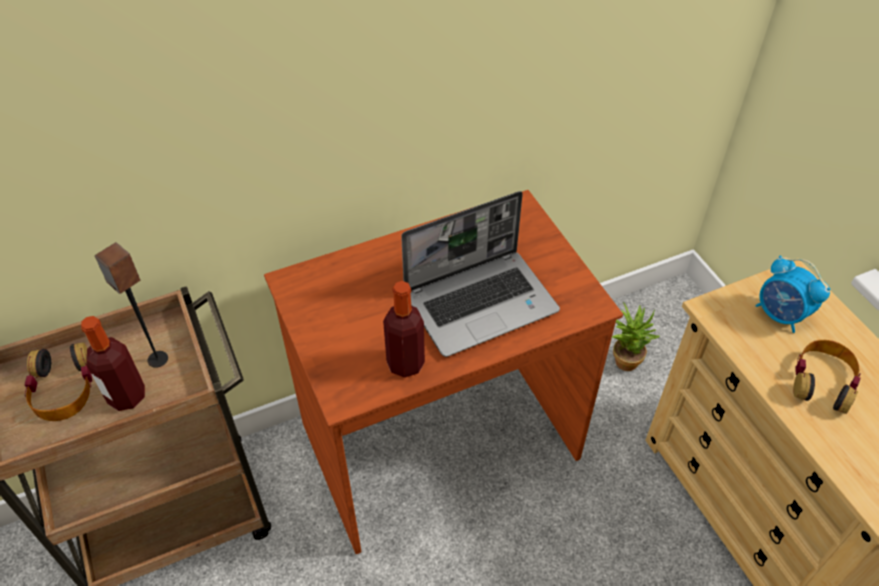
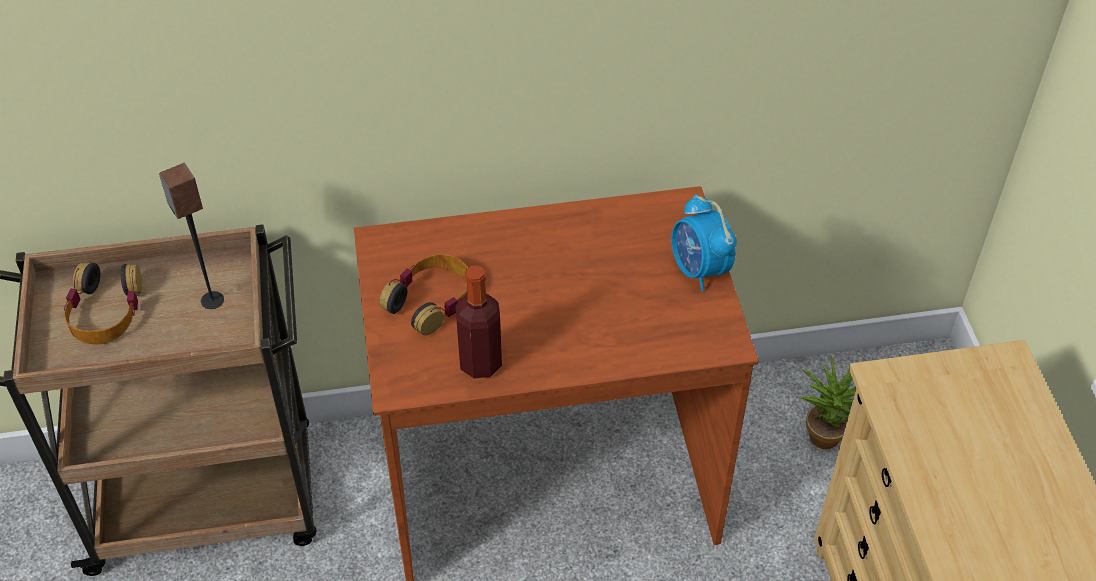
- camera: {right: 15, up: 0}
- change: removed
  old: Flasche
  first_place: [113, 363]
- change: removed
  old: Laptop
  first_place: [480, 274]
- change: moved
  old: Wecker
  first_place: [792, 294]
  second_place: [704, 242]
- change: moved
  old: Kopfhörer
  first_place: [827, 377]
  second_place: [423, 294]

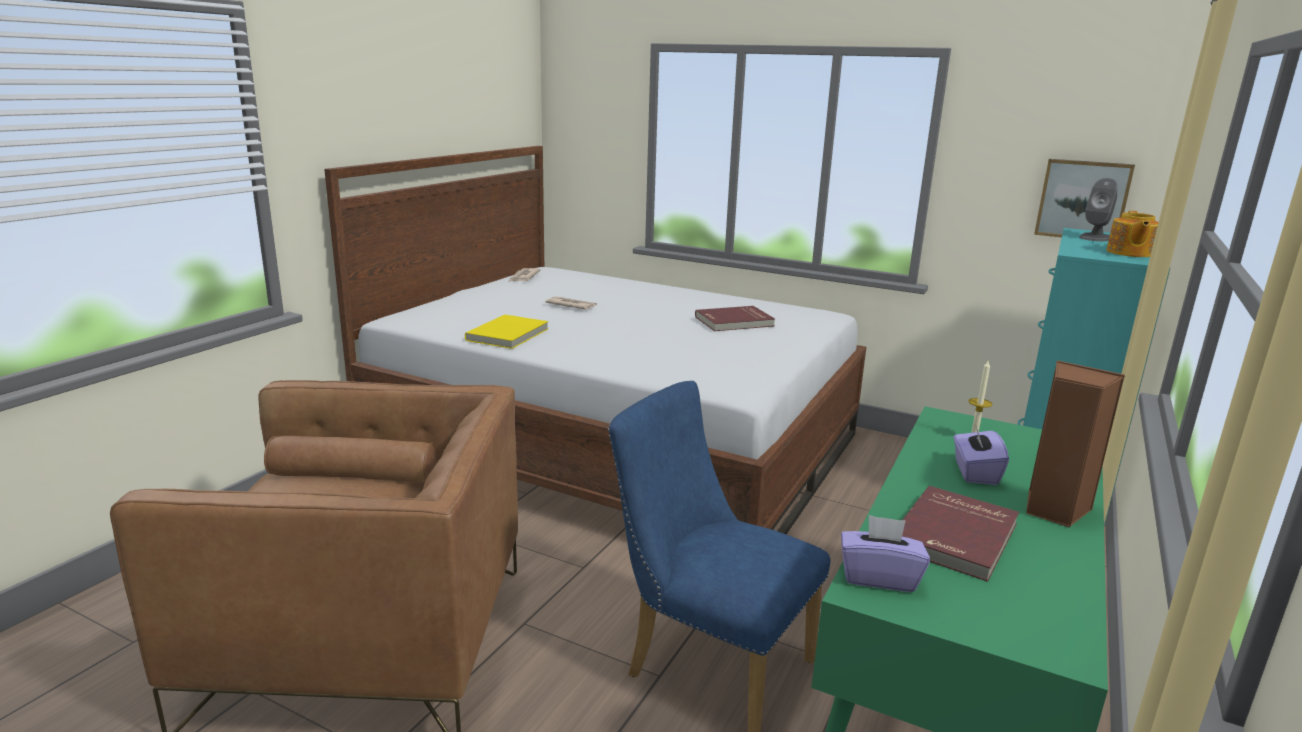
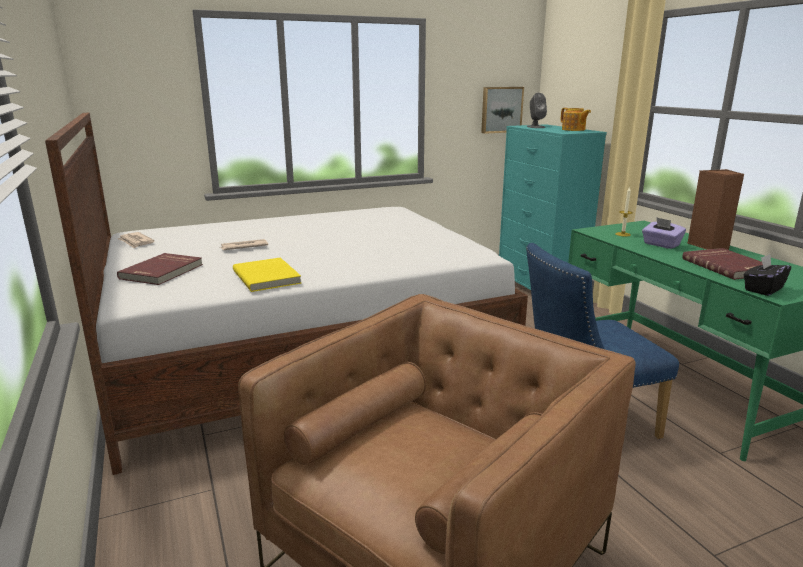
- camera: {right: -50, up: 0}
- change: moved
  old: Buch [rot]
  first_place: [735, 318]
  second_place: [160, 269]
- change: recoloured
  old: Taschentuchbox [lila]
  new: Taschentuchbox [schwarz]
  first_place: [885, 553]
  second_place: [767, 275]

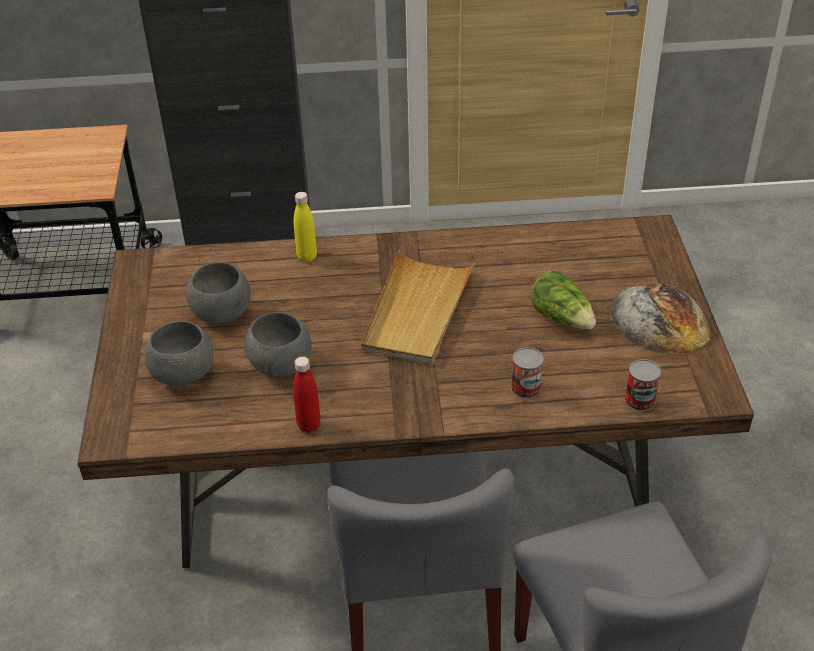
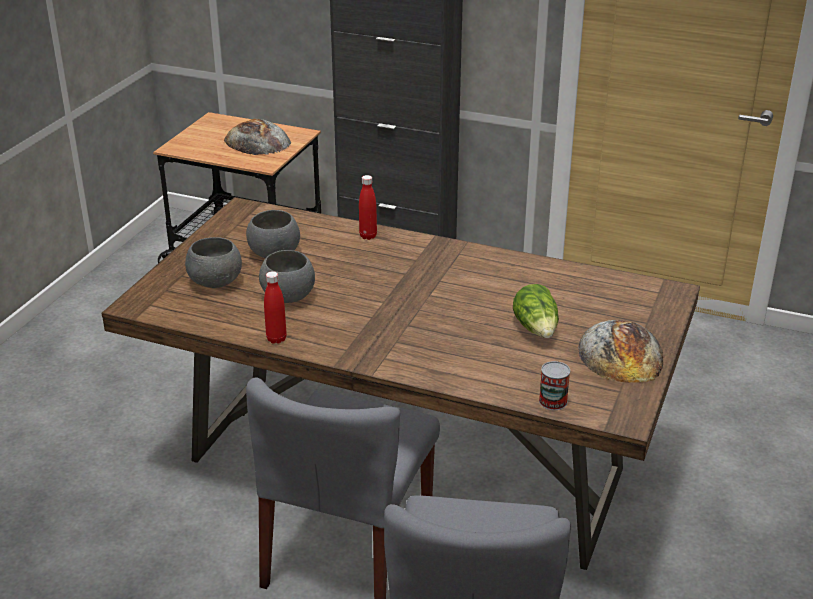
- camera: {right: 25, up: -10}
- change: recoloured
  old: Flasche [gelb]
  new: Flasche [rot]
  first_place: [305, 227]
  second_place: [368, 207]
- change: removed
  old: Tablett [beige]
  first_place: [418, 306]
- change: removed
  old: Dose
  first_place: [527, 373]
- change: added
  new: Brot
  second_place: [257, 136]

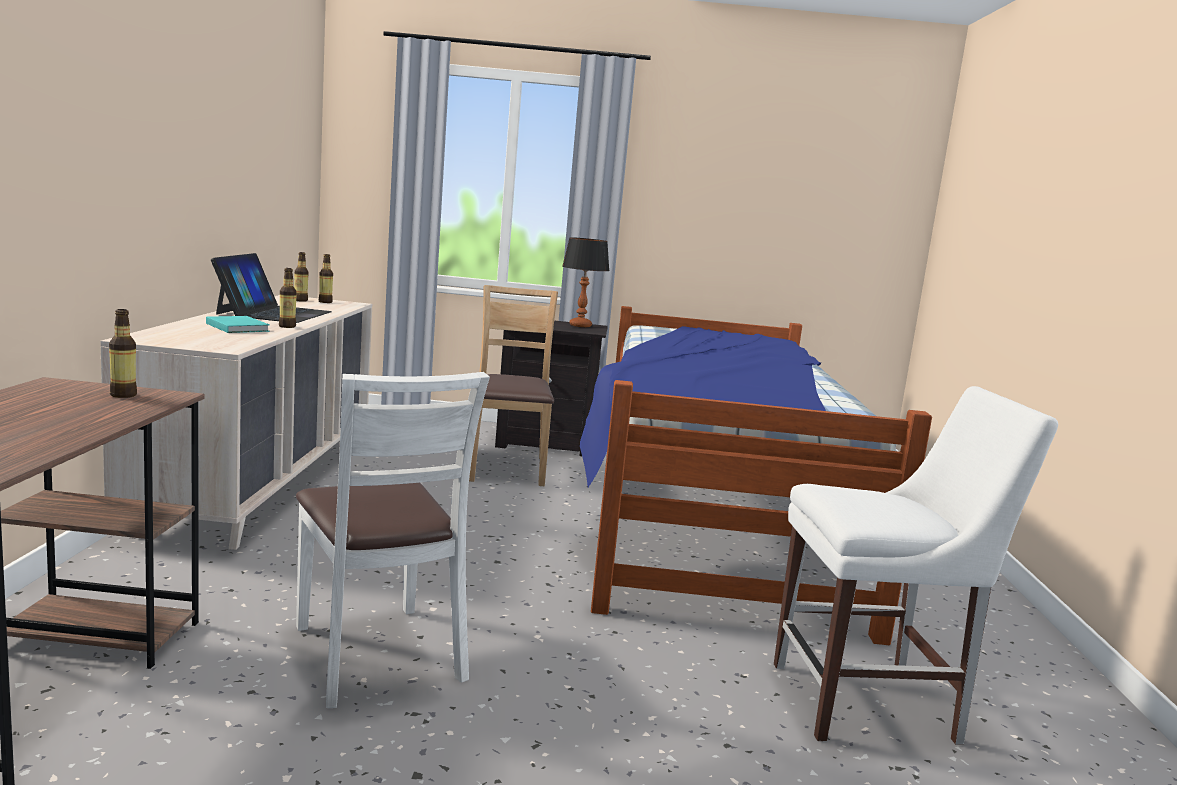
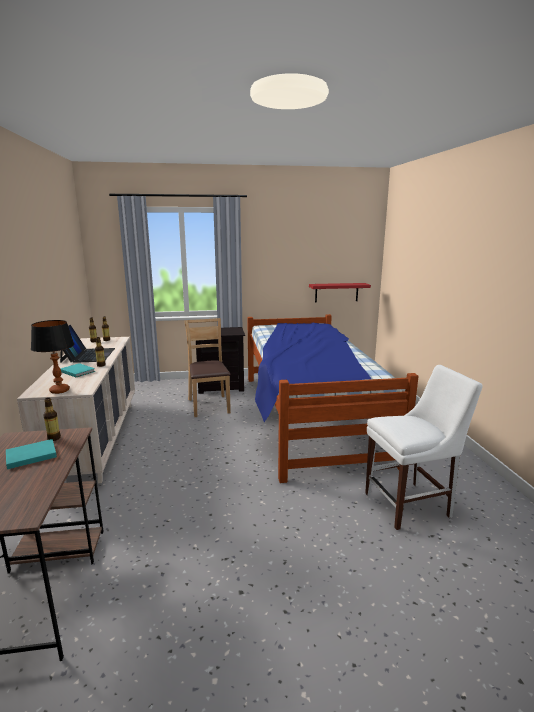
- camera: {right: -10, up: 5}
- change: removed
  old: Stuhl [weiß]
  first_place: [393, 540]
- change: moved
  old: Tischlampe
  first_place: [586, 282]
  second_place: [52, 357]
- change: added
  new: Buch [türkis]
  second_place: [31, 454]
- change: added
  new: Wandregal [rot]
  second_place: [340, 292]

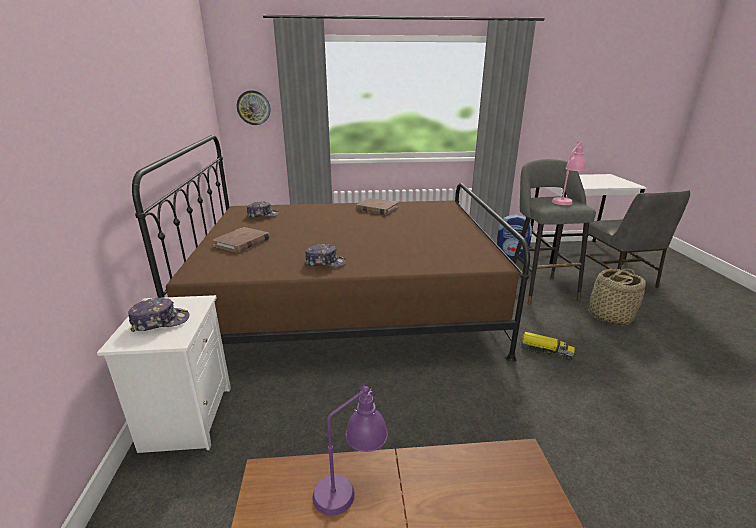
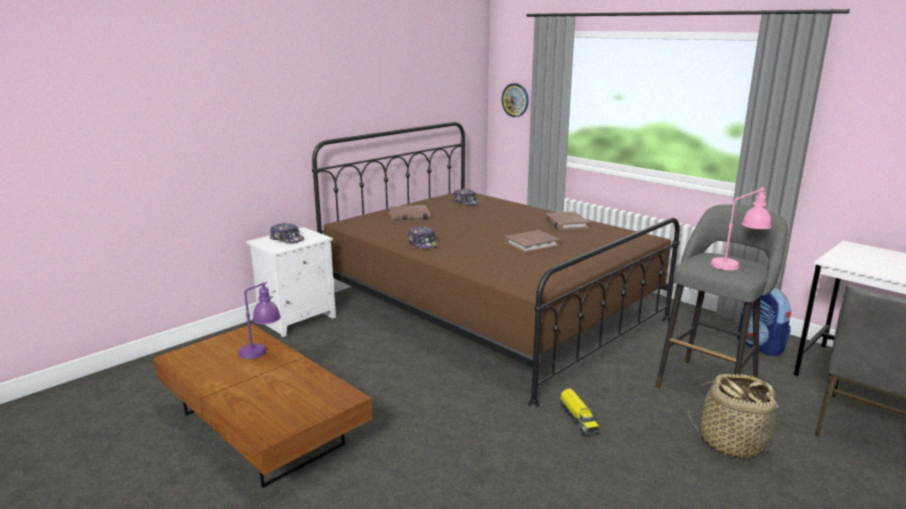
- camera: {right: 50, up: -5}
- change: added
  new: Buch [braun]
  second_place: [532, 241]

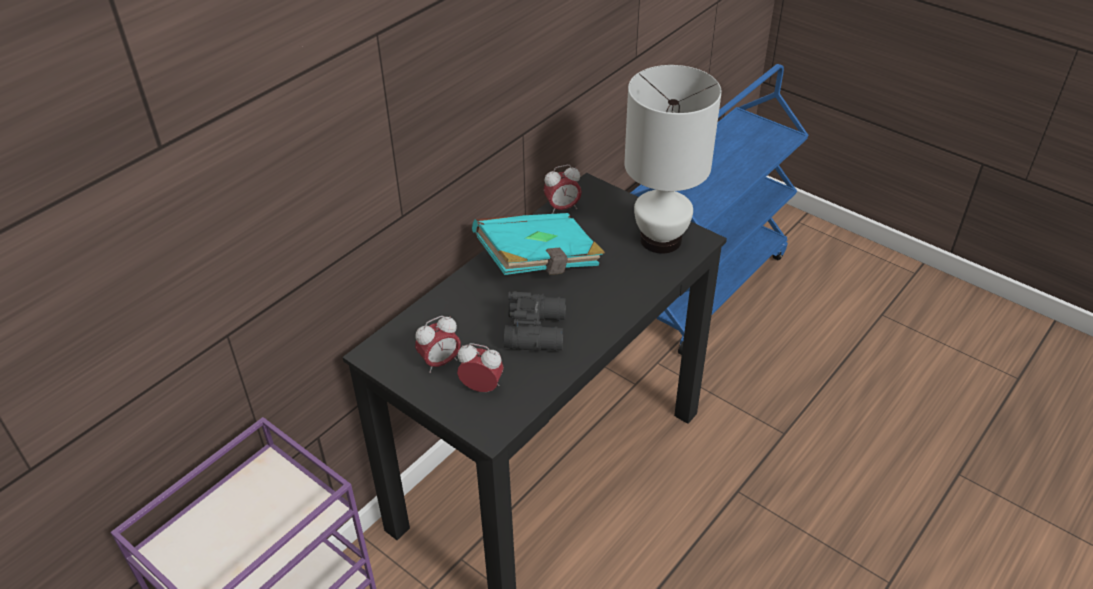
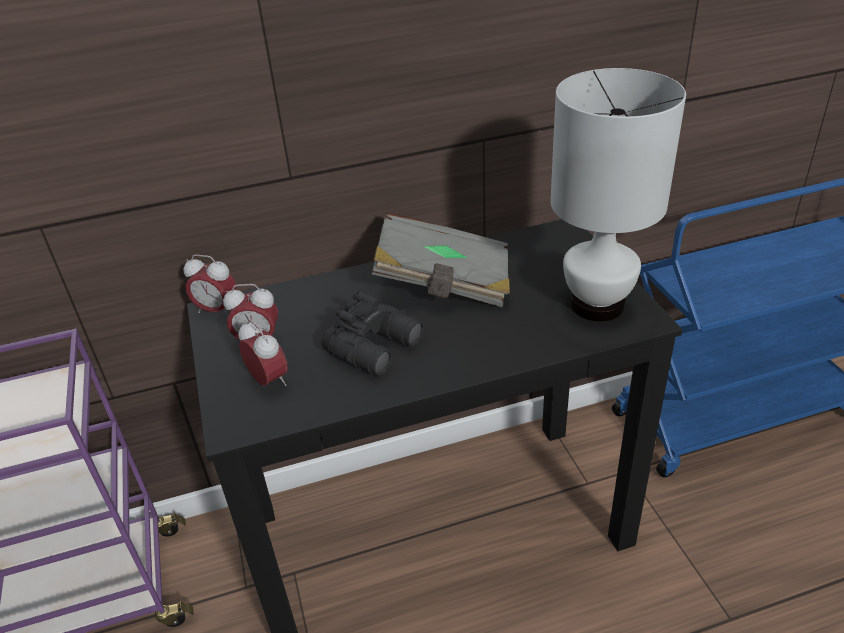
- camera: {right: 35, up: -5}
- change: recoloured
  old: Buch [türkis]
  new: Buch [grau]
  first_place: [538, 244]
  second_place: [441, 259]
- change: moved
  old: Wecker
  first_place: [563, 189]
  second_place: [210, 285]

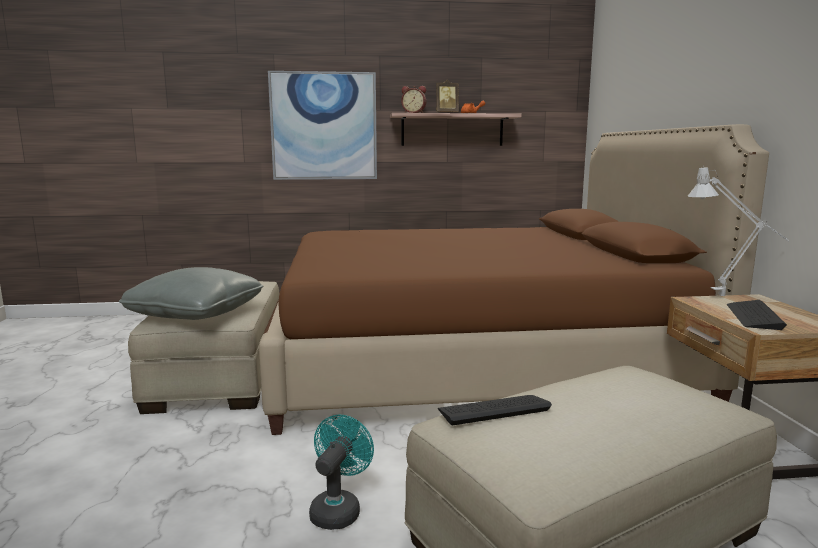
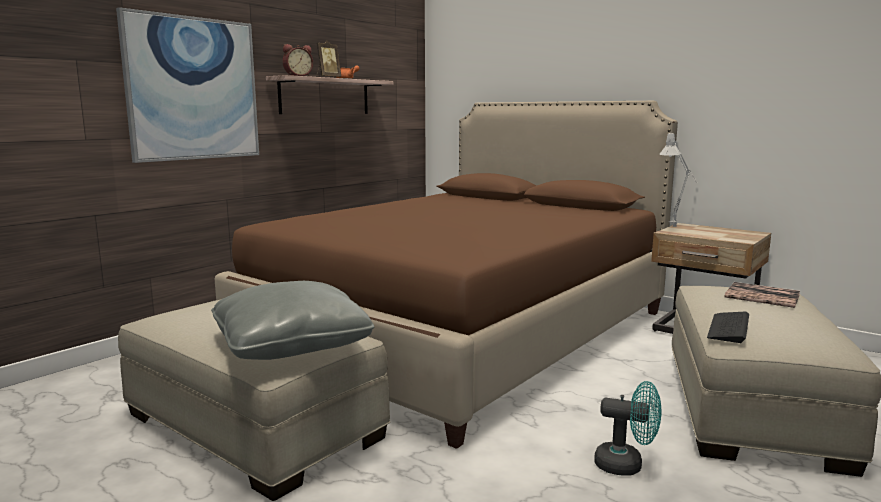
- camera: {right: -45, up: 0}
- change: turned
  old: Ventilator [türkis]
  first_place: [341, 472]
  second_place: [628, 428]
  degrees: 135
- change: removed
  old: Tastatur
  first_place: [757, 315]
- change: added
  new: Buch
  second_place: [762, 295]

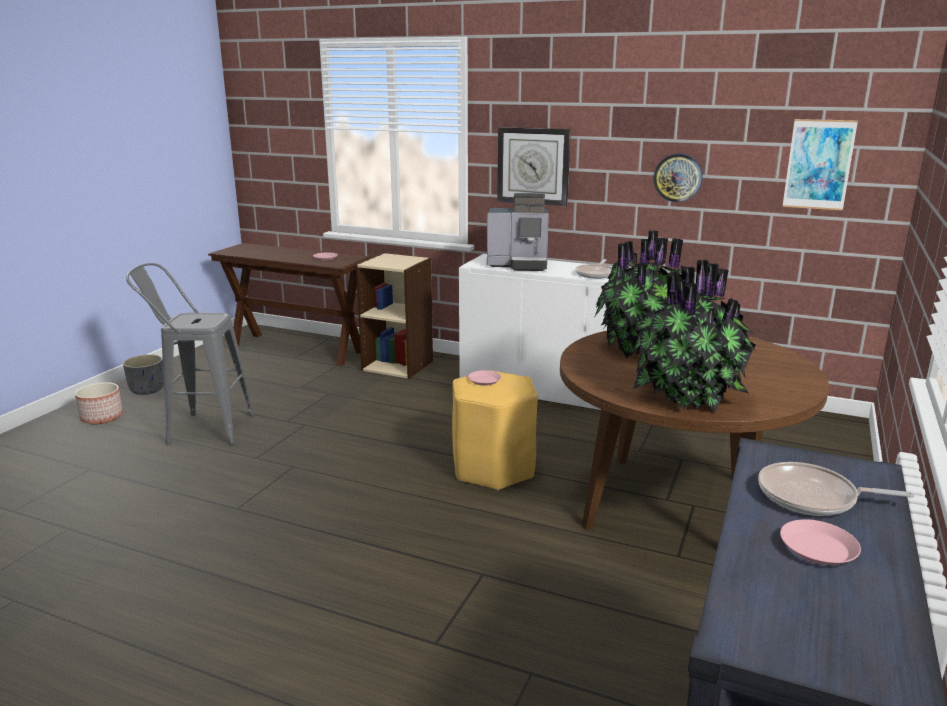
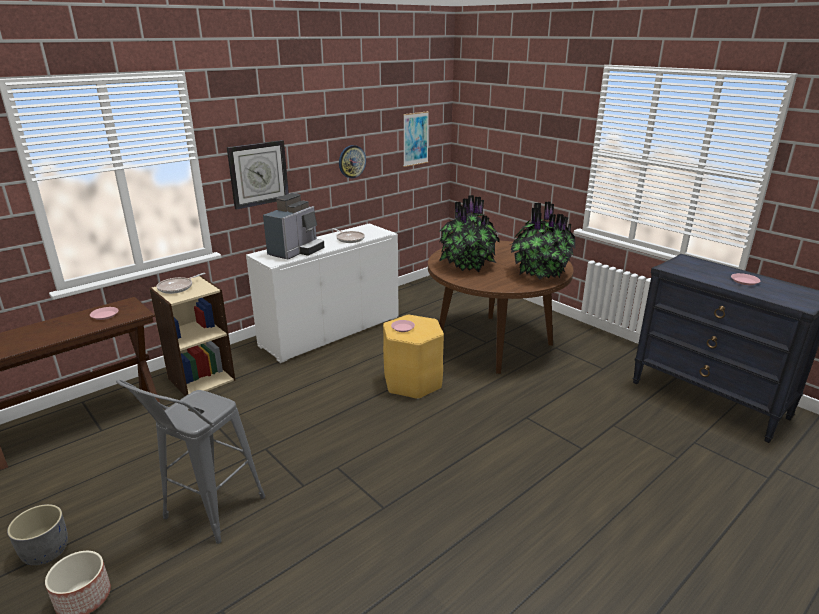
- camera: {right: -65, up: 5}
- change: moved
  old: Pfanne
  first_place: [836, 489]
  second_place: [181, 283]

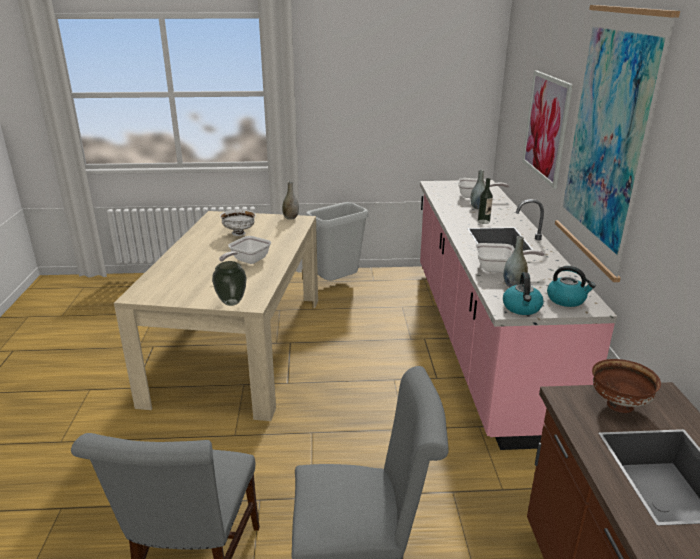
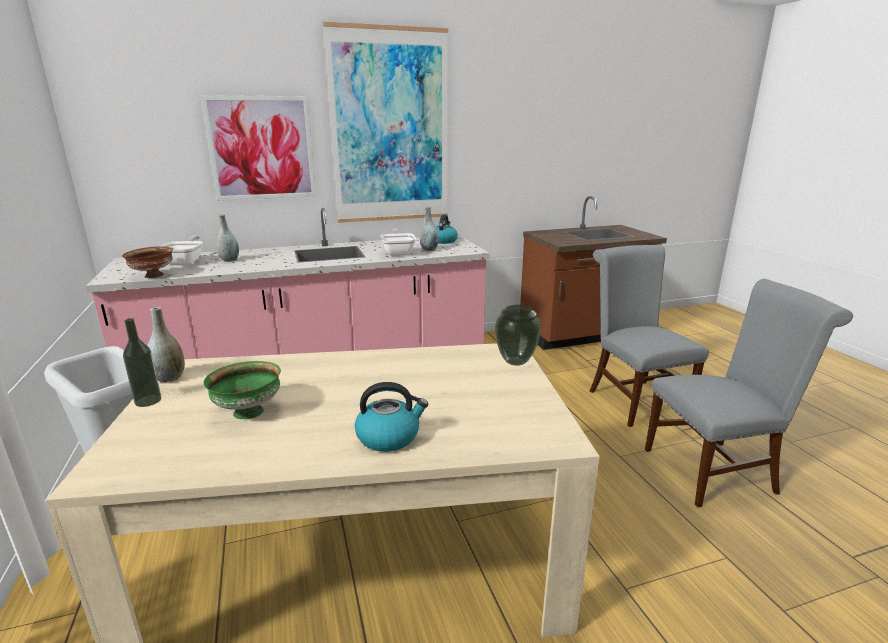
- camera: {right: -105, up: -5}
- change: removed
  old: Pfanne
  first_place: [245, 250]
- change: recoloured
  old: Schüssel [weiß]
  new: Schüssel [grün]
  first_place: [238, 223]
  second_place: [242, 390]
- change: moved
  old: Flasche
  first_place: [485, 201]
  second_place: [142, 362]
- change: moved
  old: Wasserkessel
  first_place: [523, 293]
  second_place: [391, 417]
- change: moved
  old: Schüssel [braun]
  first_place: [626, 386]
  second_place: [147, 262]

